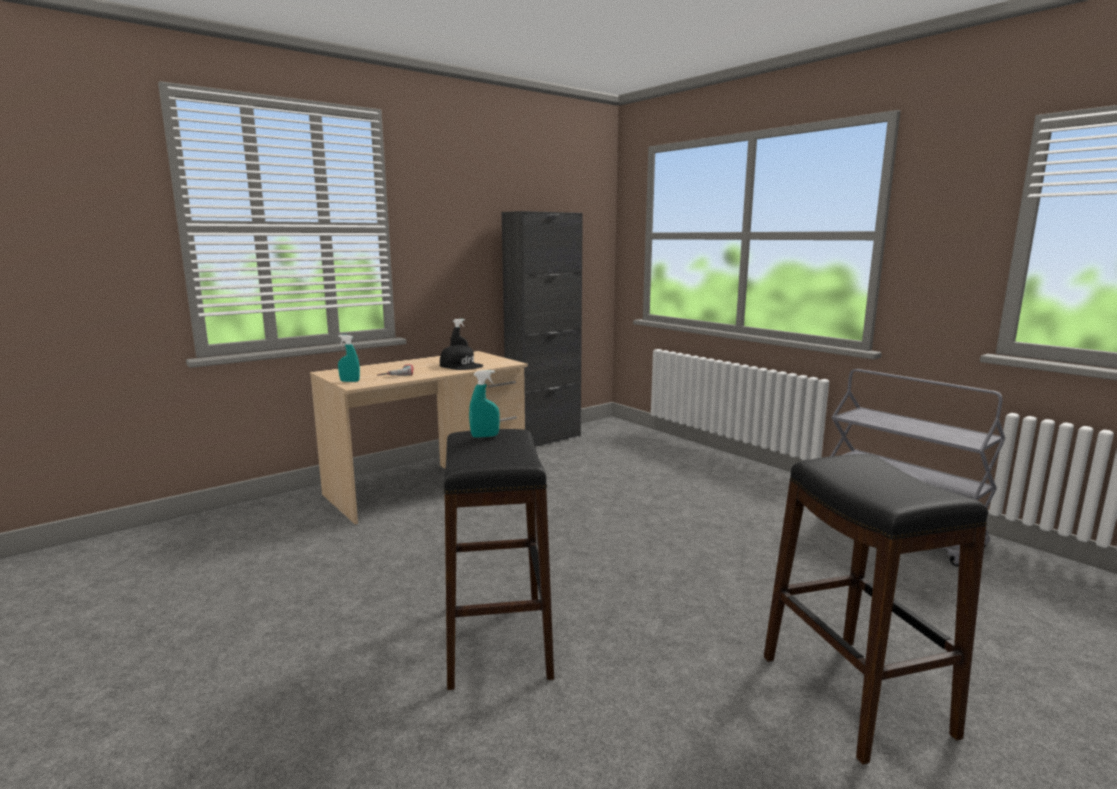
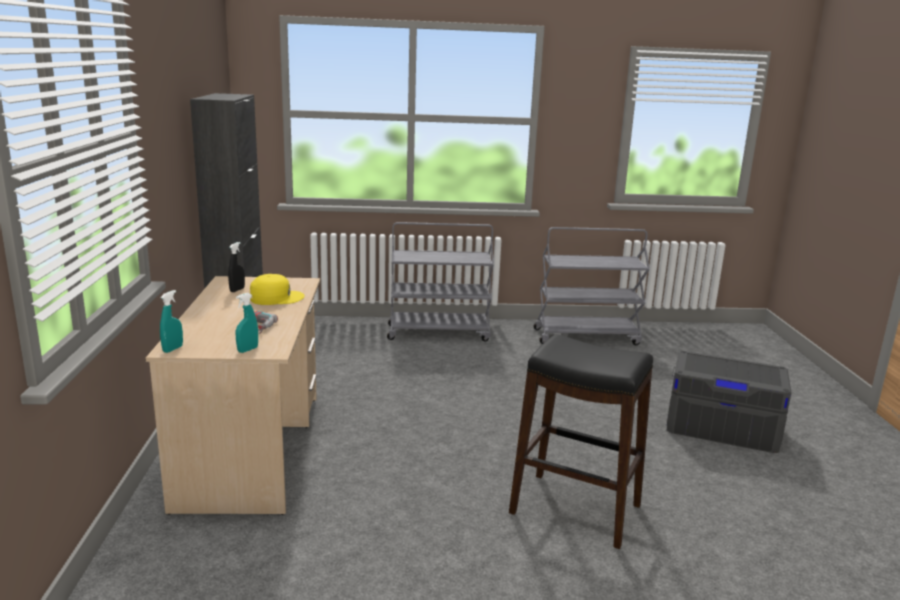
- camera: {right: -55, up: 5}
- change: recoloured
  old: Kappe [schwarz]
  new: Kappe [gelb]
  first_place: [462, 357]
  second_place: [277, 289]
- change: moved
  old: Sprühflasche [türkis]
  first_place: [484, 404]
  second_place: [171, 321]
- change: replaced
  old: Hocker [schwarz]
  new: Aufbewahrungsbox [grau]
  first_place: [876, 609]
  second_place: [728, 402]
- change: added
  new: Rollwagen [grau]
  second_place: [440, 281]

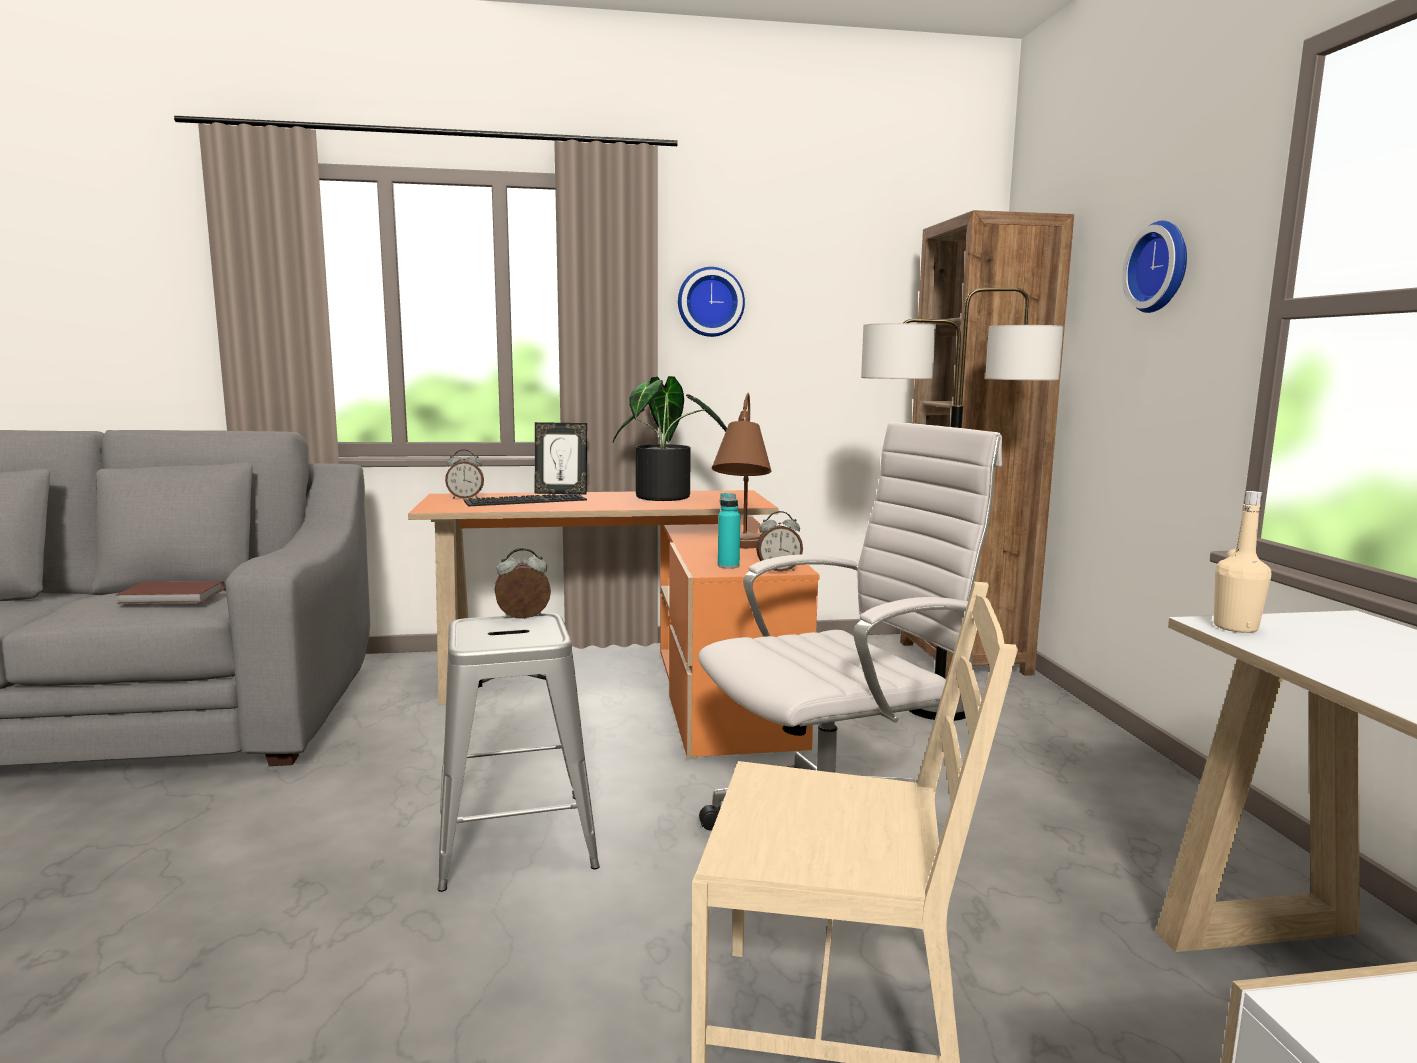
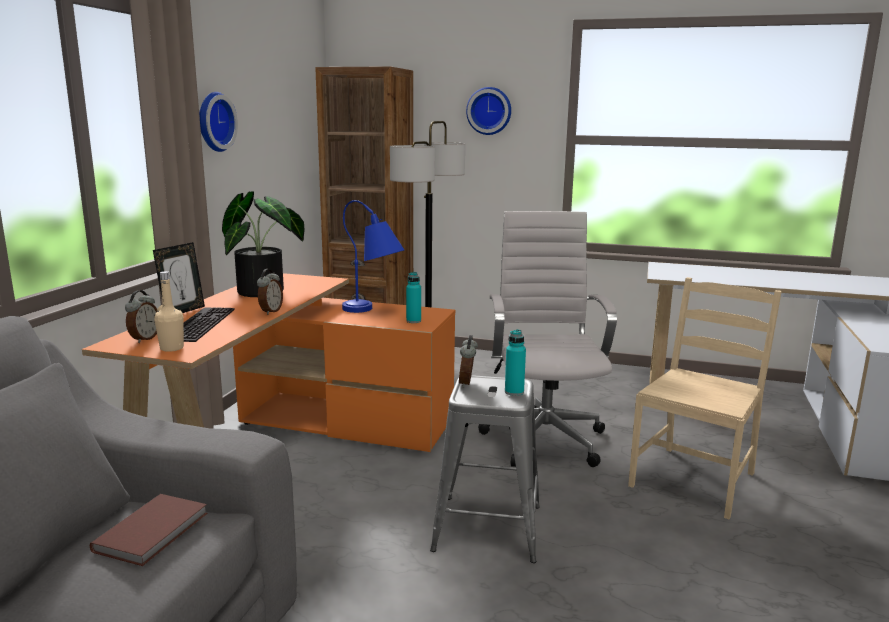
- camera: {right: -65, up: 5}
- change: recoloured
  old: Tischlampe [braun]
  new: Tischlampe [blau]
  first_place: [741, 470]
  second_place: [373, 256]
- change: moved
  old: Wecker
  first_place: [779, 541]
  second_place: [270, 292]
- change: moved
  old: Flasche [beige]
  first_place: [1242, 562]
  second_place: [169, 311]
- change: added
  new: Flasche [türkis]
  second_place: [515, 362]

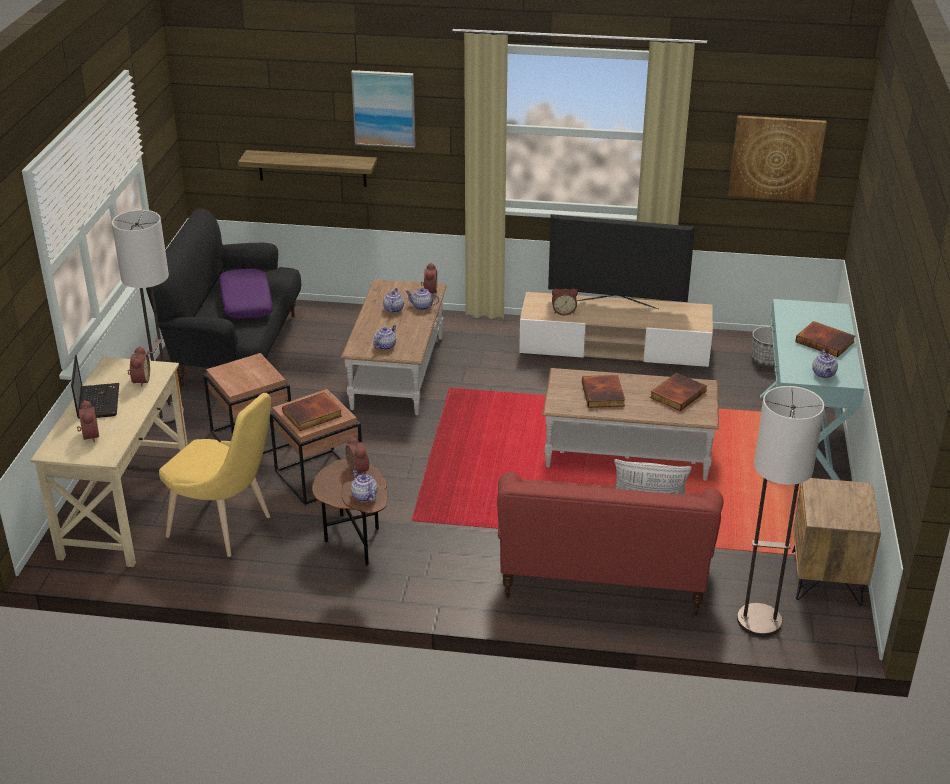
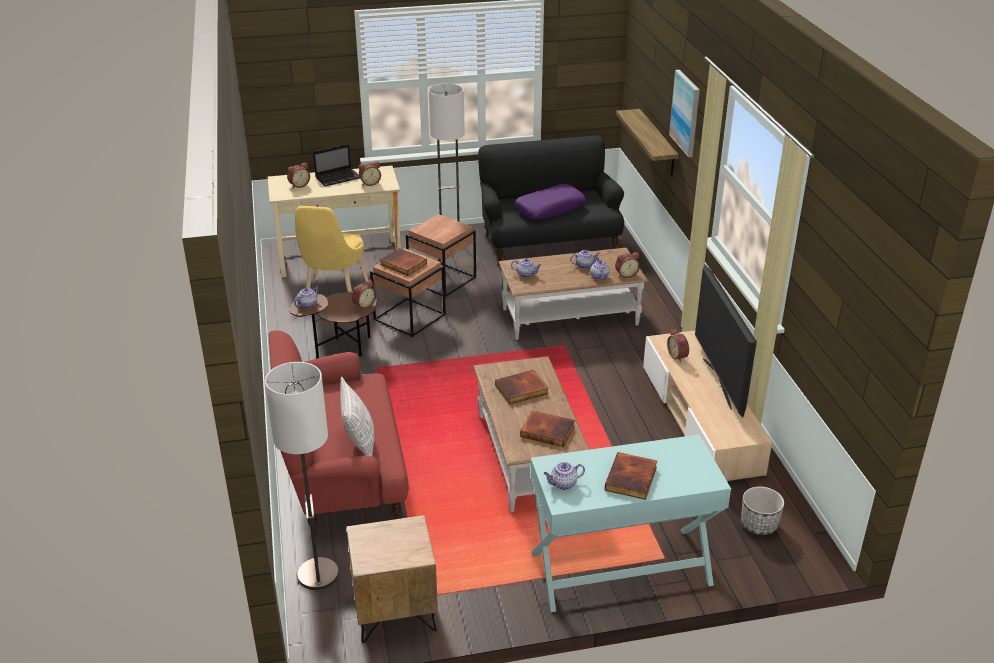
- camera: {right: 70, up: 0}
- change: removed
  old: Bild
  first_place: [777, 158]

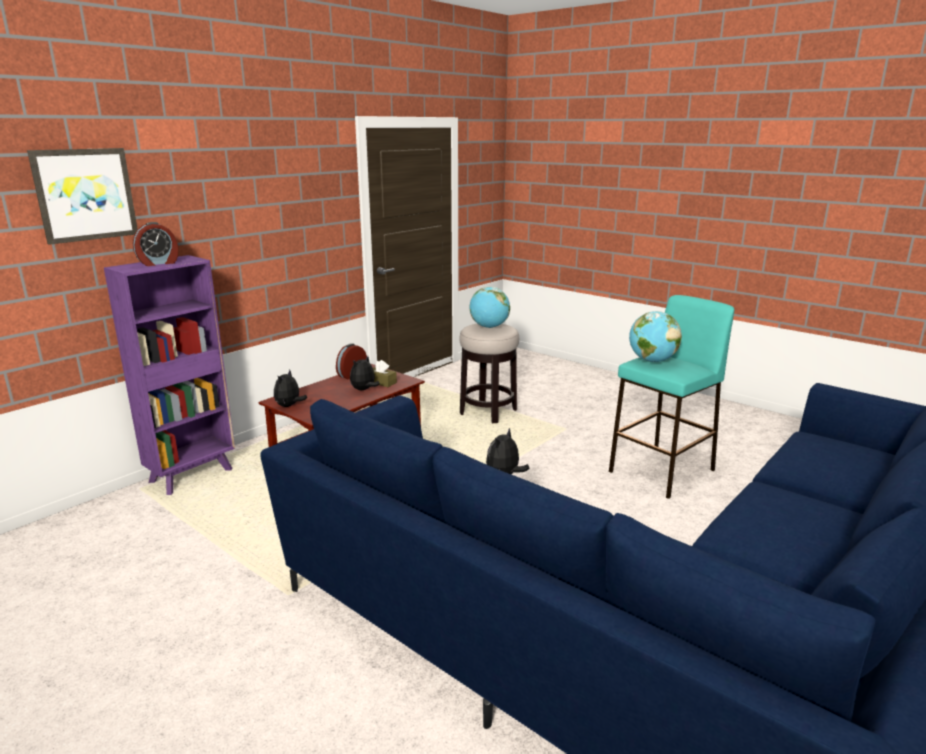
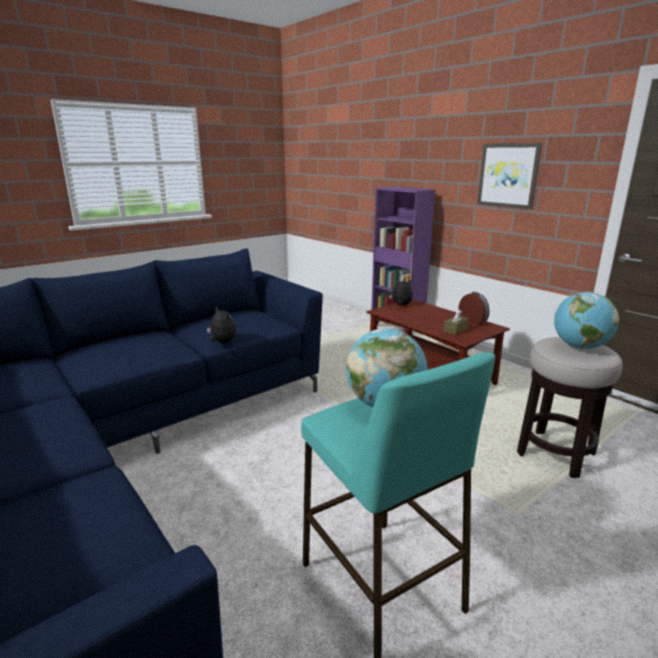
- camera: {right: 100, up: 0}
- change: moved
  old: Bild
  first_place: [82, 196]
  second_place: [509, 176]
- change: removed
  old: Wecker
  first_place: [156, 244]
- change: removed
  old: Plüschtier
  first_place: [365, 373]

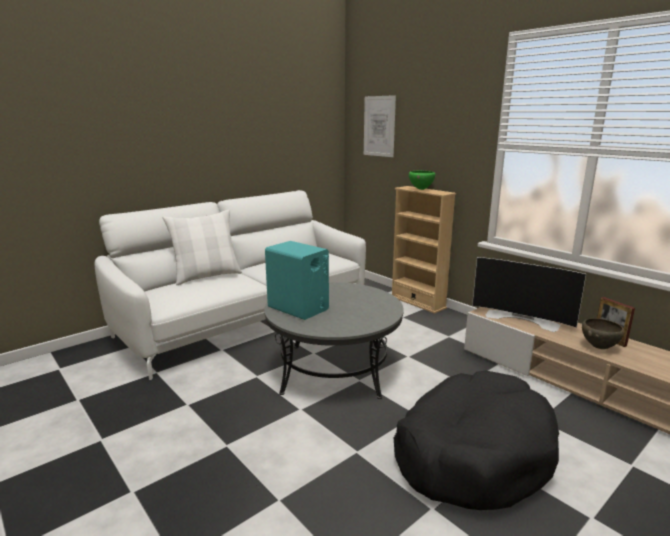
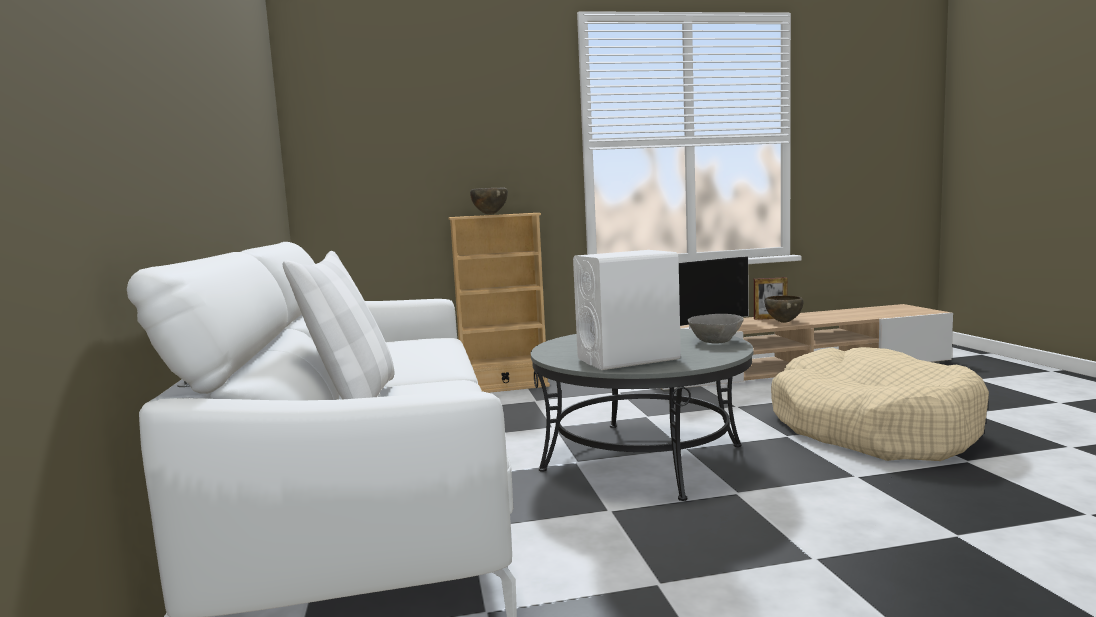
- camera: {right: -60, up: -10}
- change: recoloured
  old: Lautsprecher [türkis]
  new: Lautsprecher [weiß]
  first_place: [297, 280]
  second_place: [627, 310]
- change: removed
  old: Bild
  first_place: [380, 126]
- change: recoloured
  old: Hundebett [schwarz]
  new: Hundebett [beige]
  first_place: [476, 440]
  second_place: [880, 404]
- change: recoloured
  old: Schüssel [grün]
  new: Schüssel [braun]
  first_place: [422, 180]
  second_place: [489, 201]
- change: added
  new: Schüssel [grau]
  second_place: [715, 329]

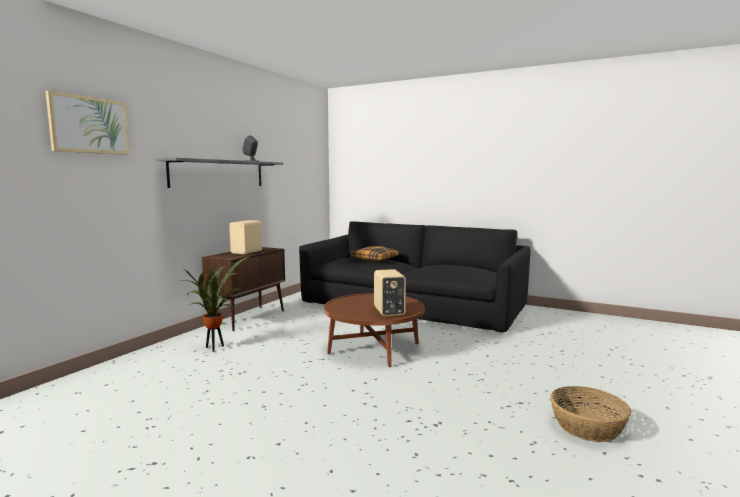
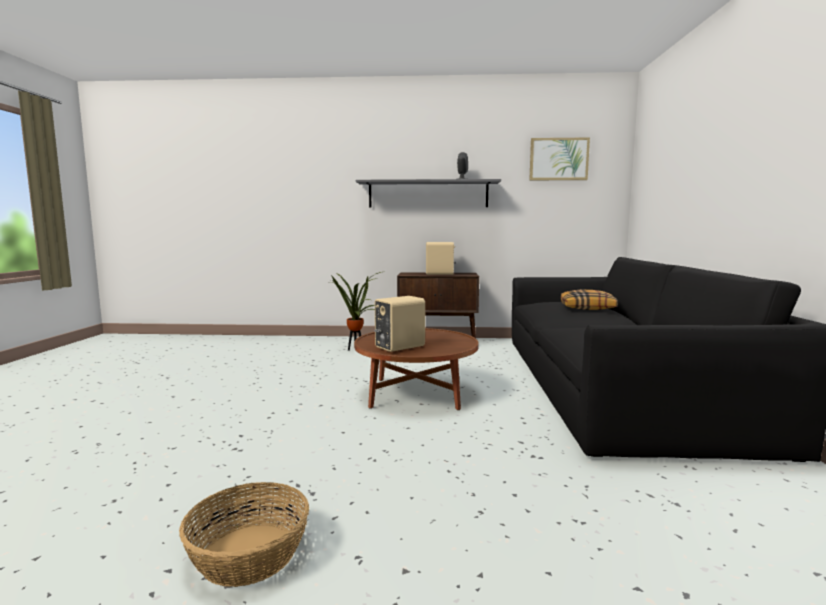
- camera: {right: 65, up: 0}
- change: moved
  old: Bild
  first_place: [87, 123]
  second_place: [559, 158]

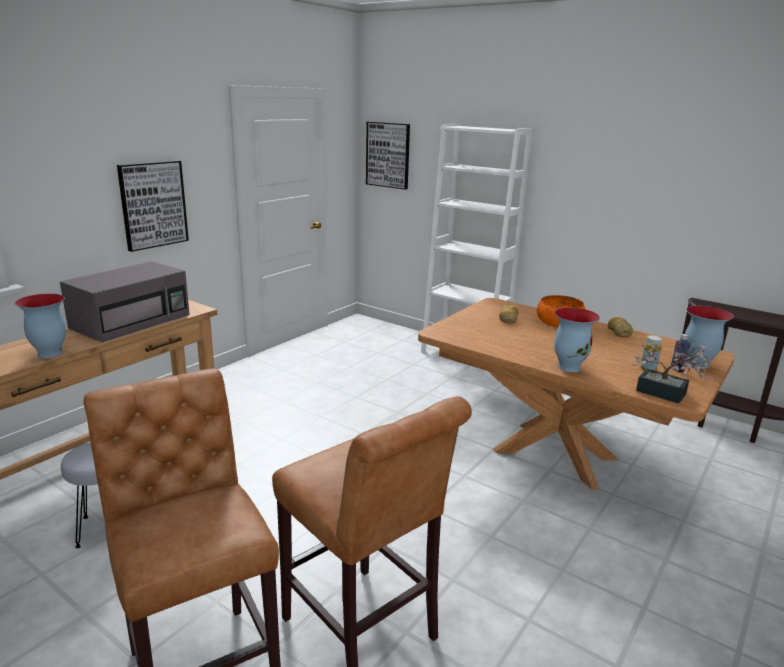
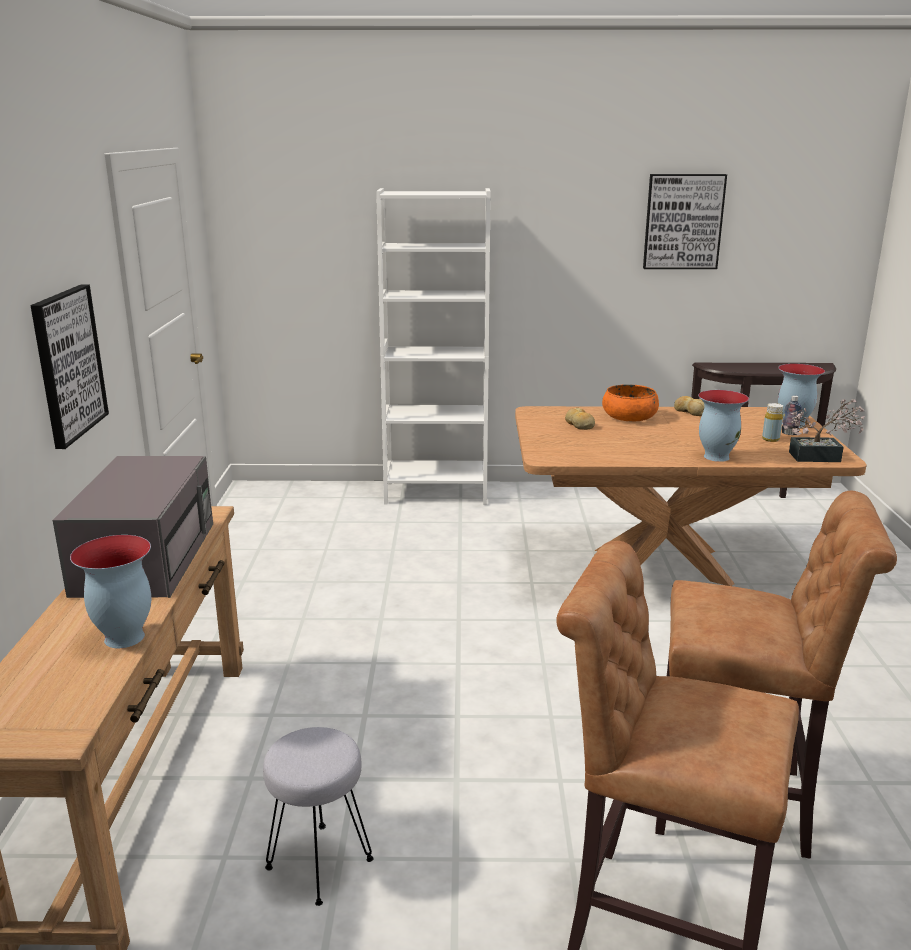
- camera: {right: -35, up: 0}
- change: moved
  old: Bild
  first_place: [388, 155]
  second_place: [685, 221]

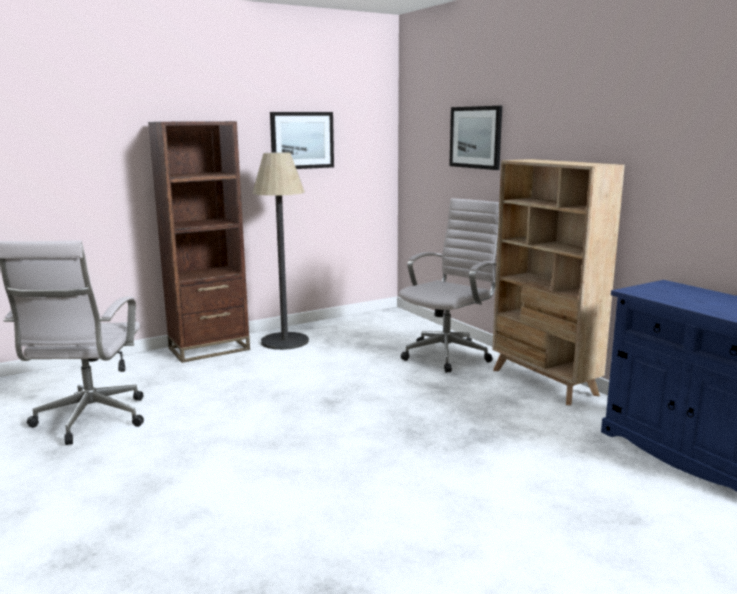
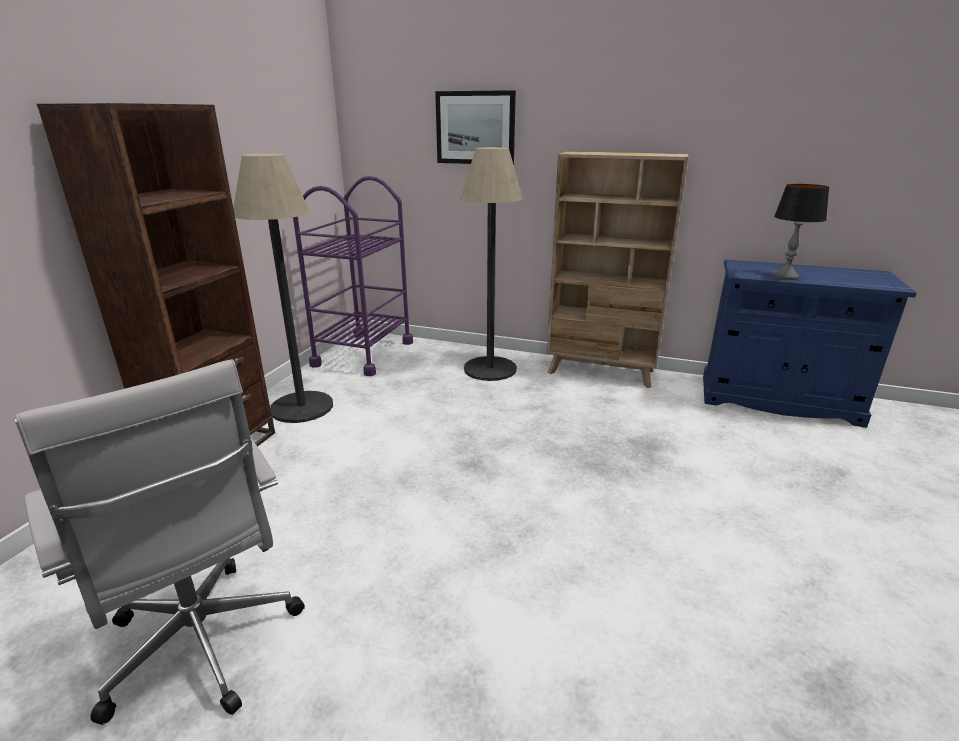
- camera: {right: -40, up: 10}
- change: removed
  old: Bild
  first_place: [302, 140]
- change: replaced
  old: Bürostuhl [weiß]
  new: Stehlampe
  first_place: [449, 285]
  second_place: [492, 264]
- change: added
  new: Rollwagen [lila]
  second_place: [353, 276]
- change: added
  new: Tischlampe
  second_place: [801, 232]

